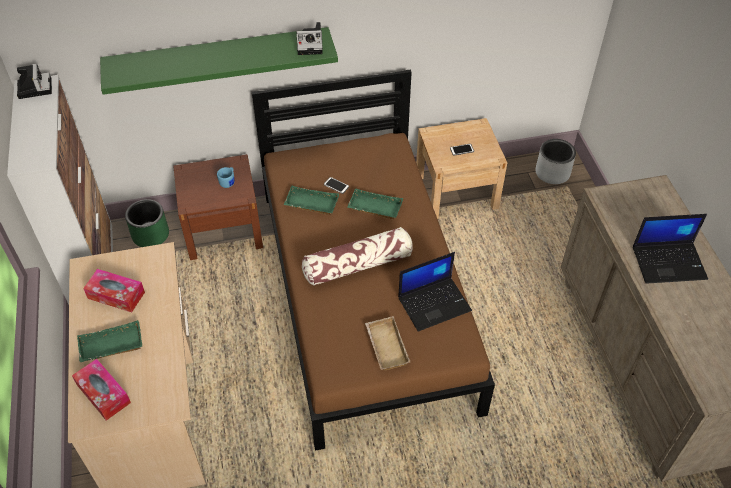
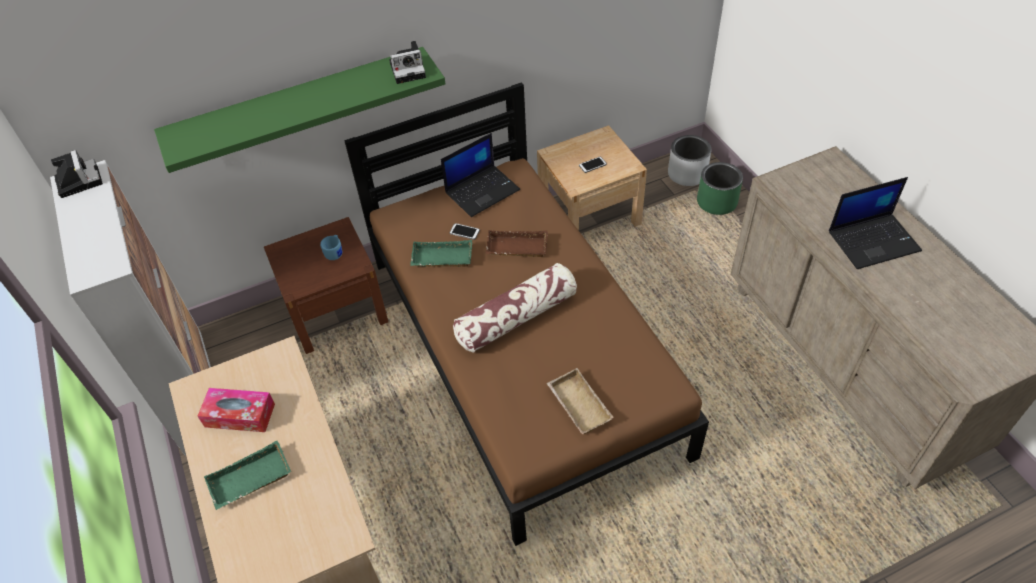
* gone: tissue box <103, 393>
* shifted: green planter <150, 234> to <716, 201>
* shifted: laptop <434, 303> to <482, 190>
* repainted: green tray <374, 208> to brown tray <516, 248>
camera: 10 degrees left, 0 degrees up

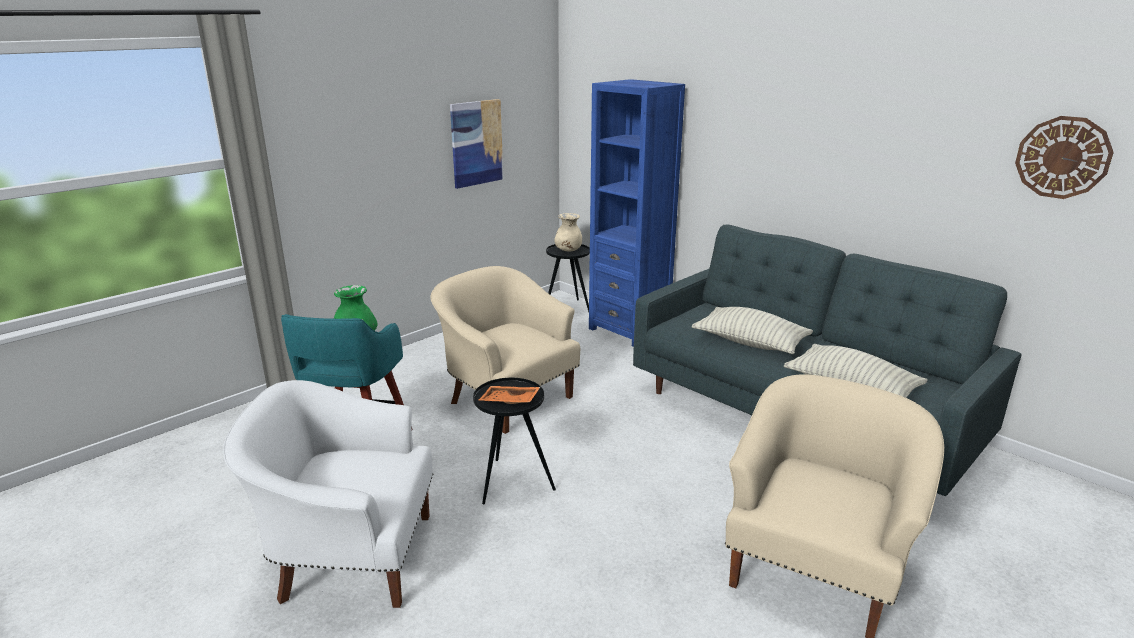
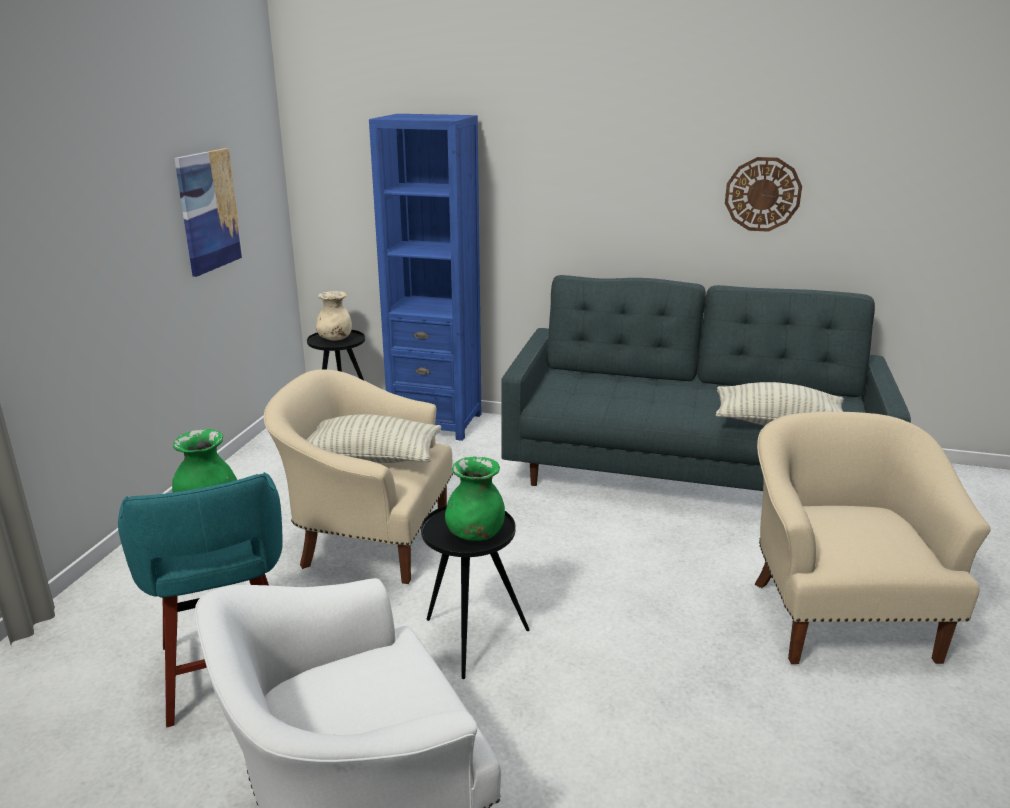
* shifted: pillow <750, 343> to <371, 458>
* shifted: wall clock <1062, 157> to <762, 194>
* swapped: orange tray <509, 401> to green vase <475, 535>
camera: 30 degrees left, 0 degrees up

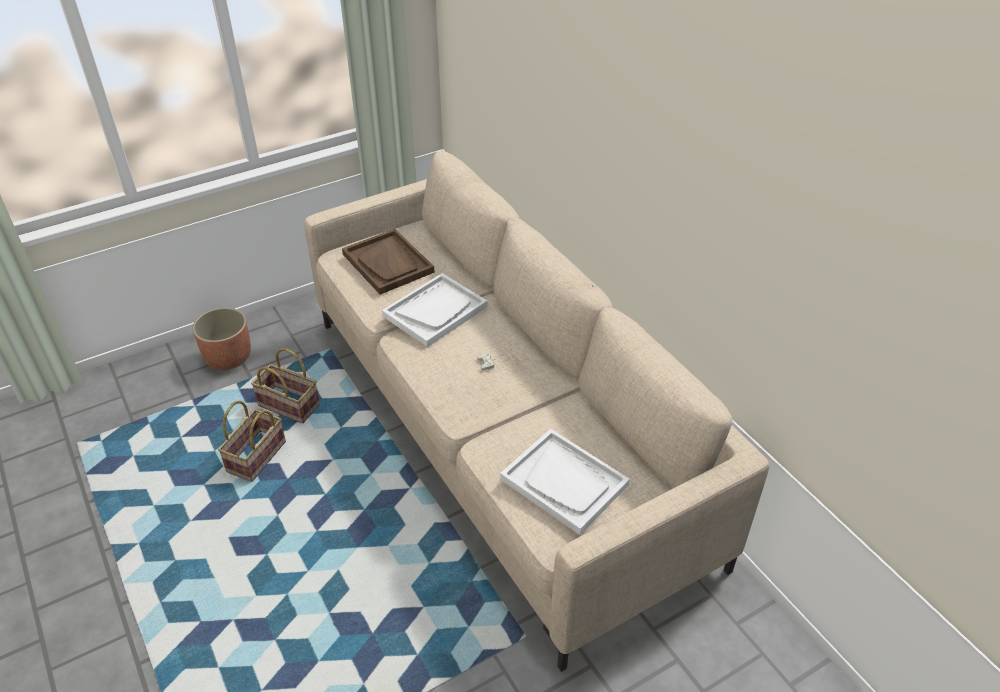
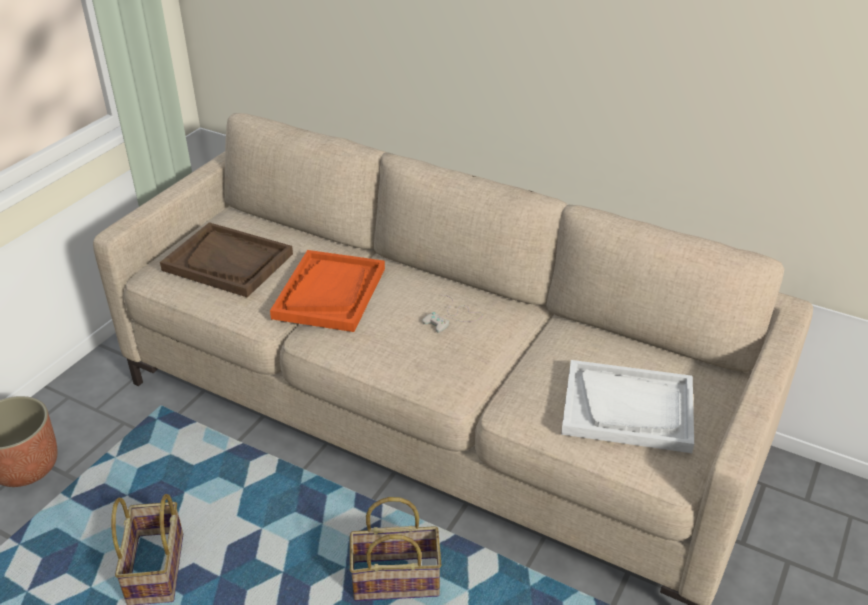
* shifted: basket <291, 405> to <398, 578>
* repainted: white tray <435, 311> to orange tray <329, 293>
camera: 30 degrees left, 5 degrees down

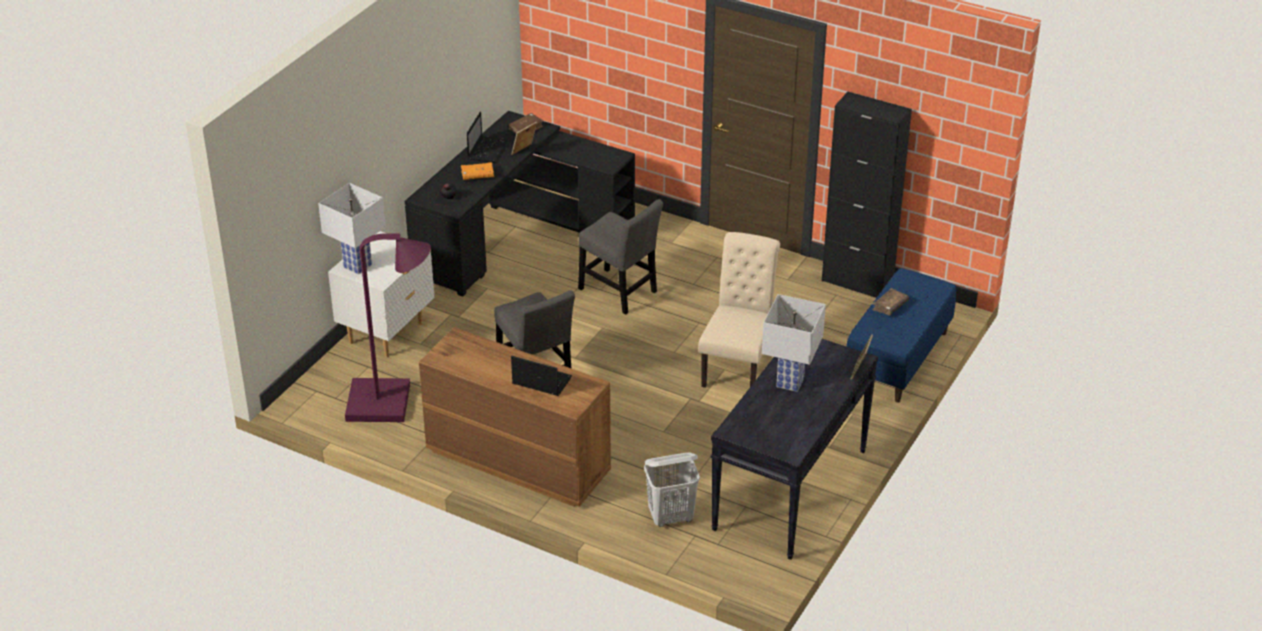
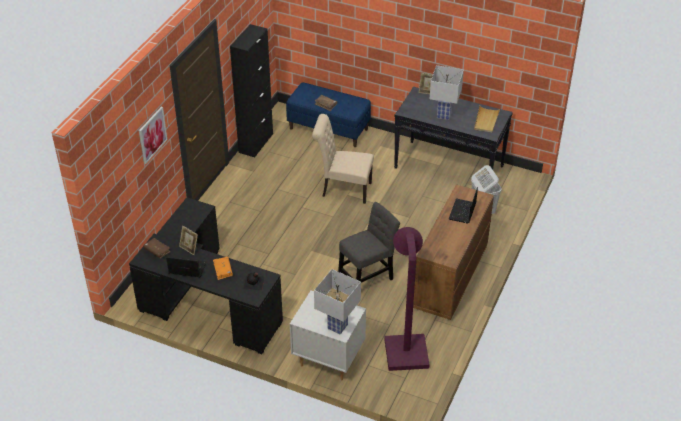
* gone: grey chair <620, 292>
* new: picture <152, 134>
* new: beige tray <486, 120>
camera: 95 degrees left, 5 degrees up

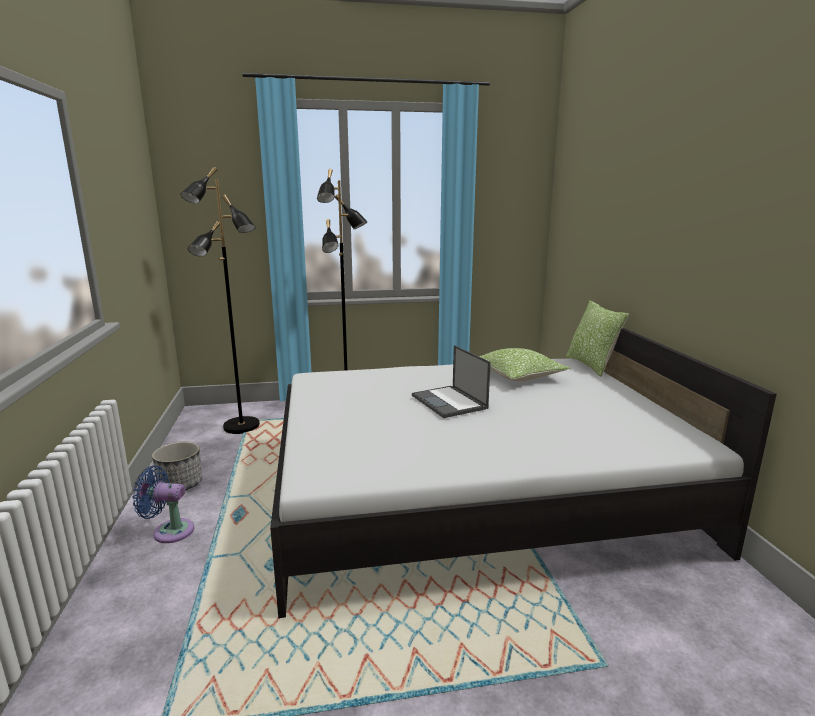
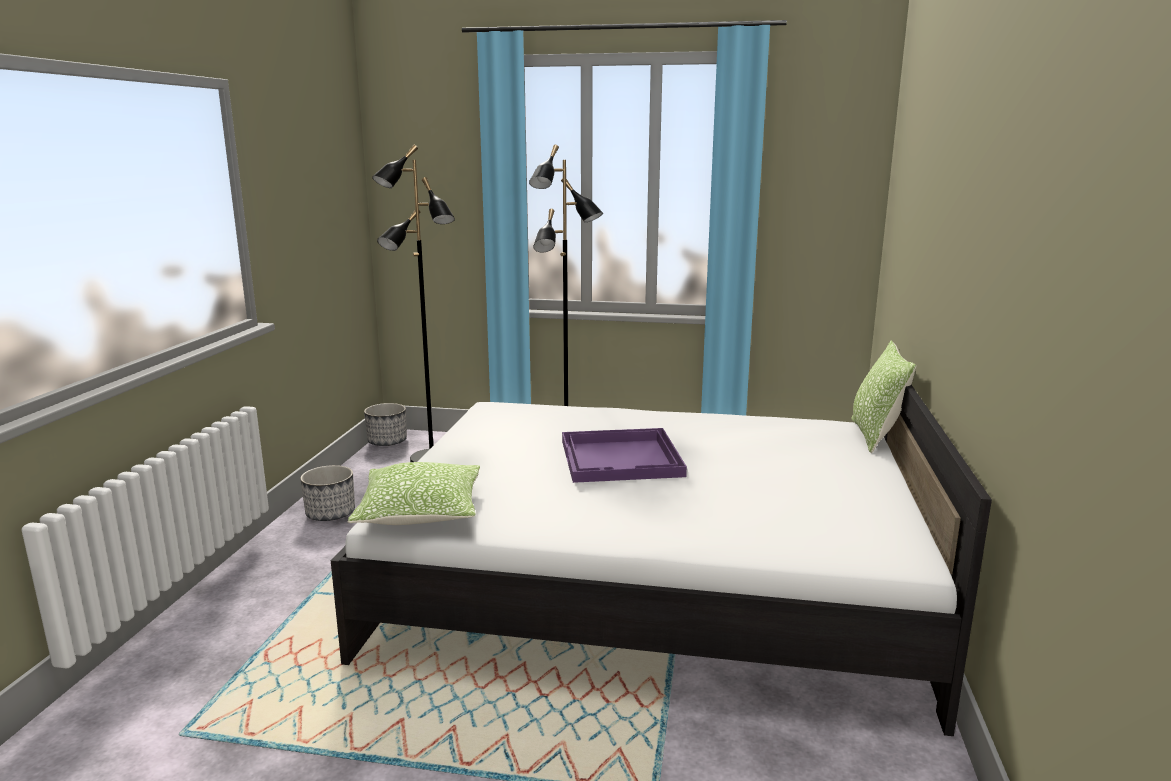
* gone: blue fan <169, 531>
* new: planter <387, 441>
* shifted: pillow <518, 375> to <420, 512>
* swapped: laptop <450, 402> to purple tray <622, 458>
camera: 20 degrees right, 0 degrees up

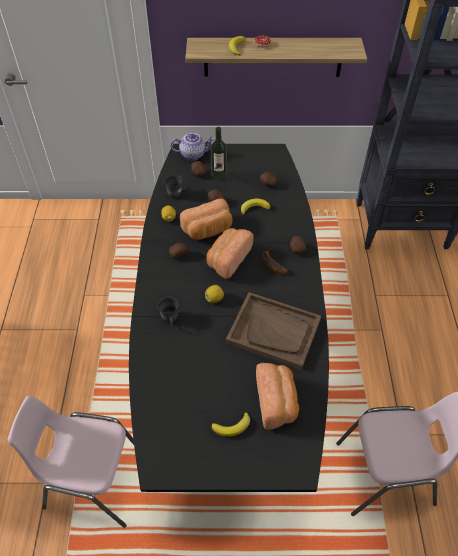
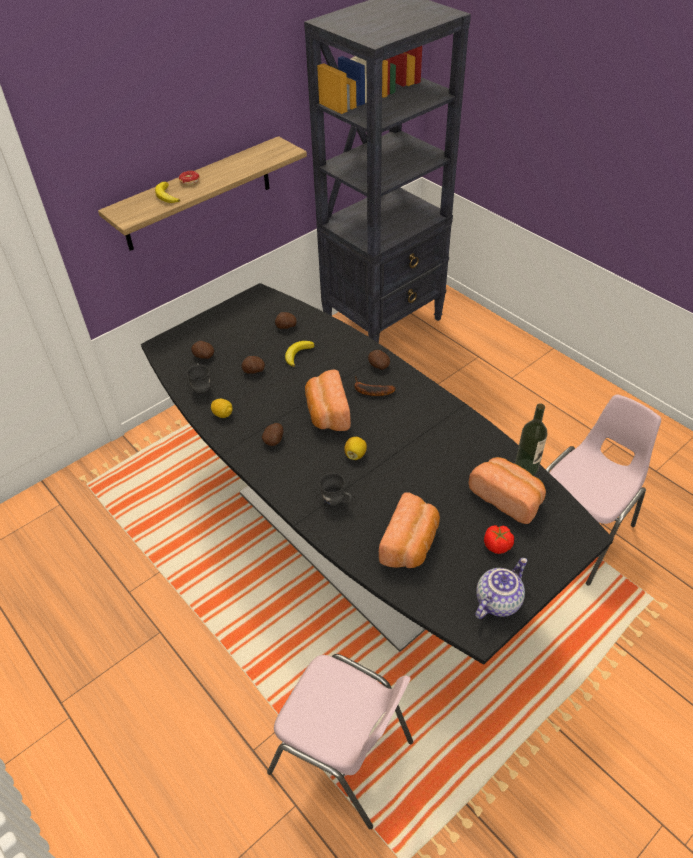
* gone: brown tray <274, 331>
* shifted: teapot <193, 154> to <497, 600>
* shifted: bread <208, 230> to <411, 544>
* shifted: bottle <219, 175> to <526, 467>
* swapped: banana <232, 427> to tomato <497, 545>
* rotated: pink chair <94, 480> = <343, 757> 120 degrees counterclockwise
camera: 40 degrees left, 5 degrees down

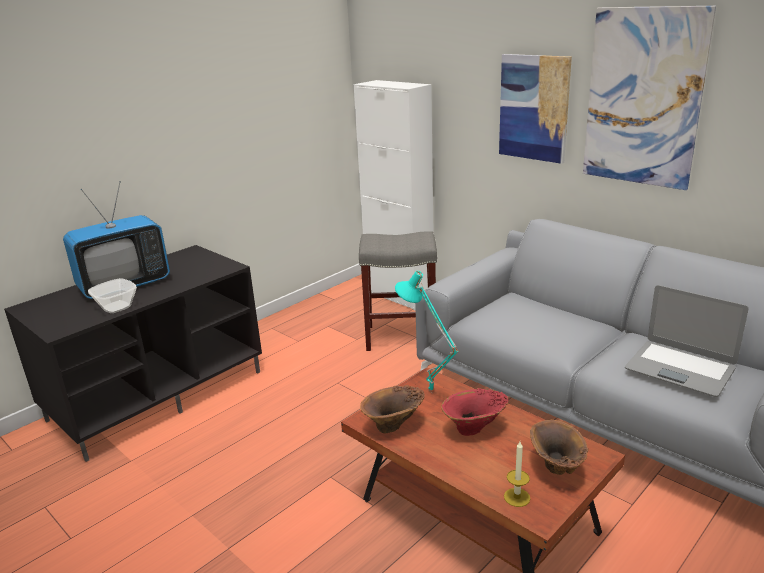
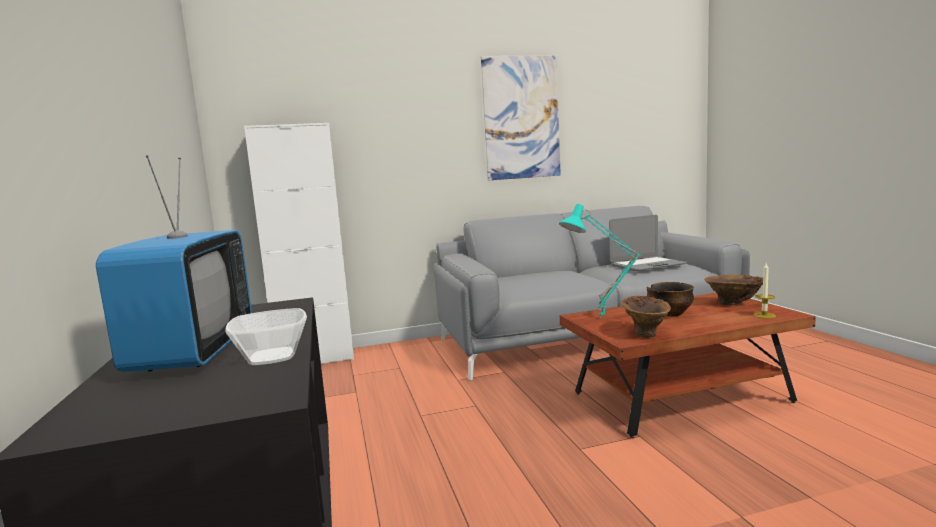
* gone: grey stool <402, 336>
* gone: picture <534, 108>
* swapped: red vase <475, 430> to bowl <670, 314>
camera: 60 degrees left, 15 degrees down

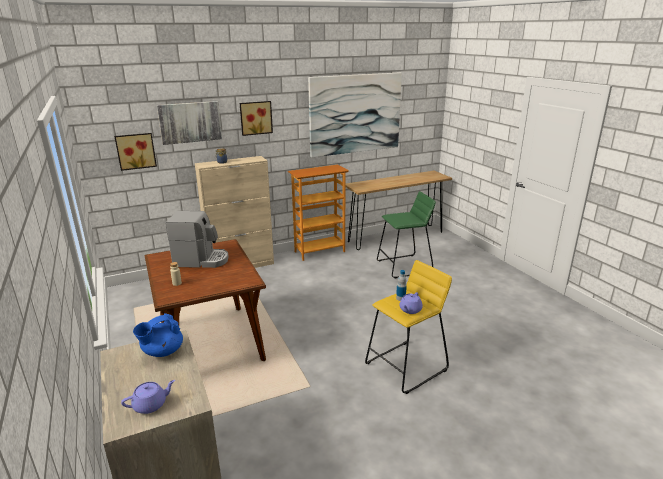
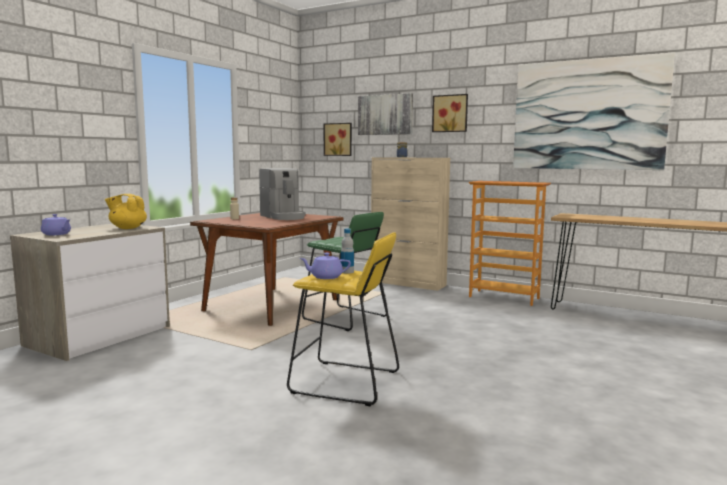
* shifted: green stool <404, 266> to <344, 318>
* repainted: blue teapot <162, 352> to yellow teapot <127, 228>
camera: 55 degrees right, 15 degrees down

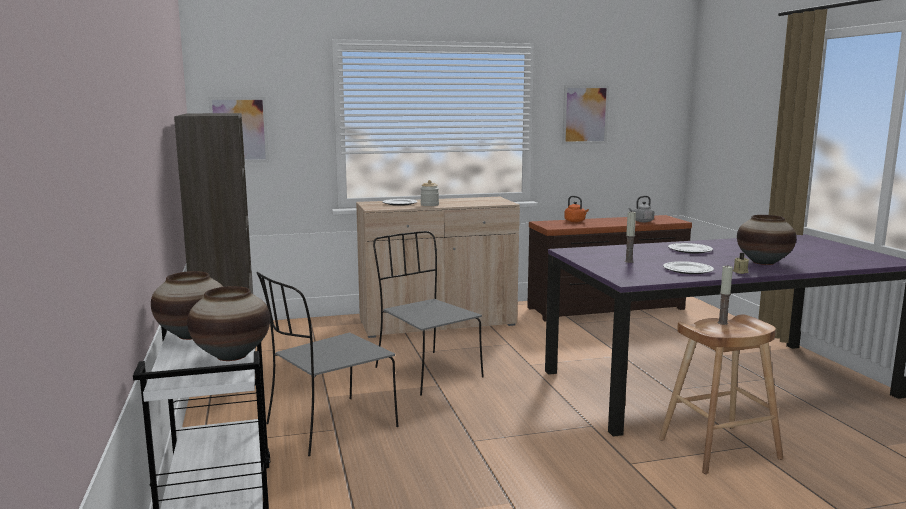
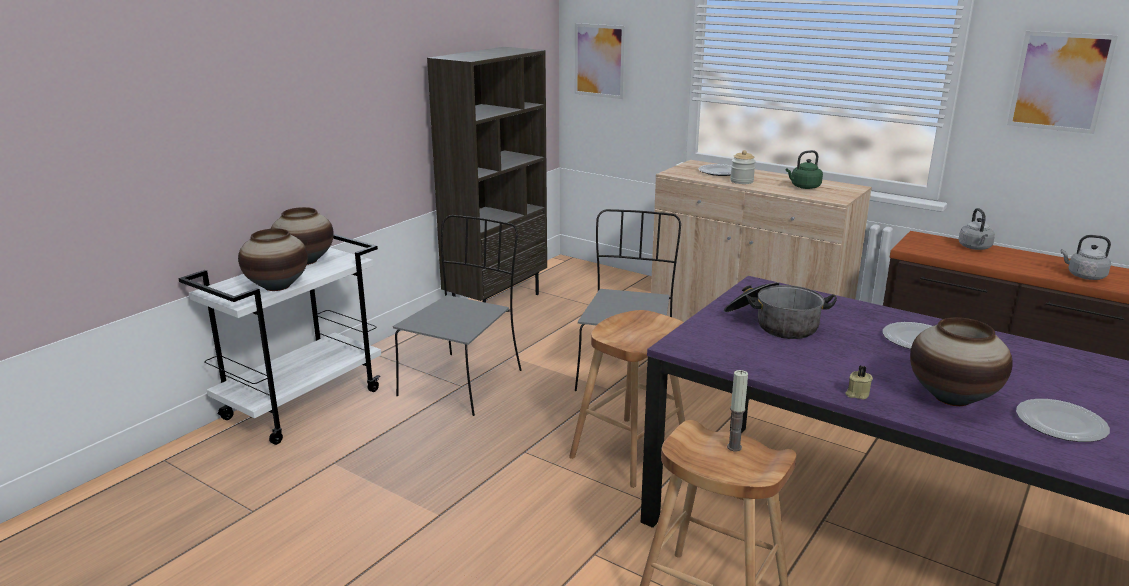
* new: brown stool <629, 451>
* new: green kettle <804, 187>
* shifted: plate <687, 270> to <1060, 423>
* swapped: candle <629, 261> to cooking pot <773, 324>
* repainted: orange kettle <575, 221> to grey kettle <975, 248>
* rotated: grey chair <329, 427> = <462, 382> 105 degrees clockwise
camera: 50 degrees right, 10 degrees up

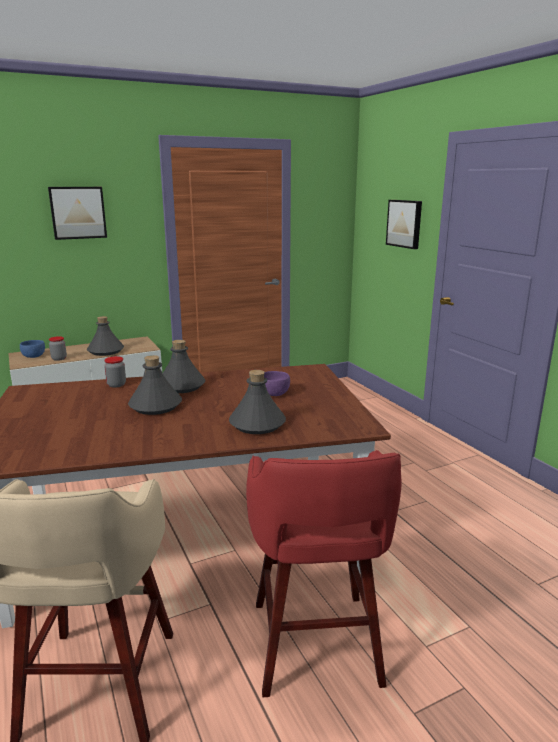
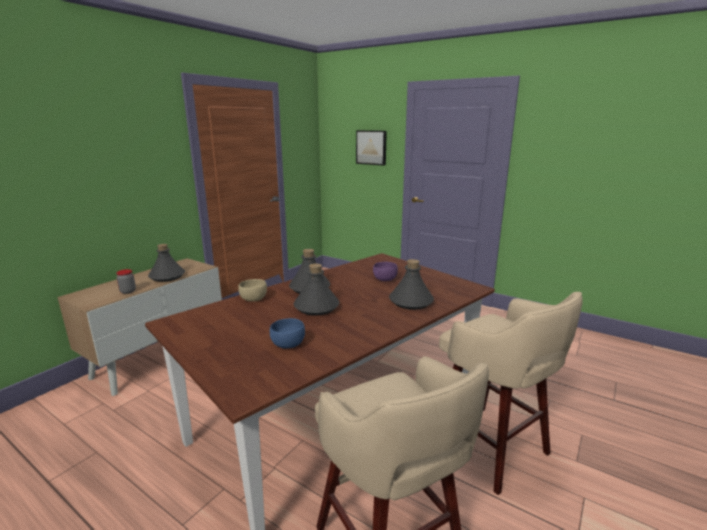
* gone: picture <78, 212>
* shifted: blue bowl <33, 356> to <287, 344>
* swapped: jar <116, 385> to beige bowl <253, 299>
* repainted: red stool <315, 646> to beige stool <491, 448>
camera: 30 degrees left, 0 degrees up

